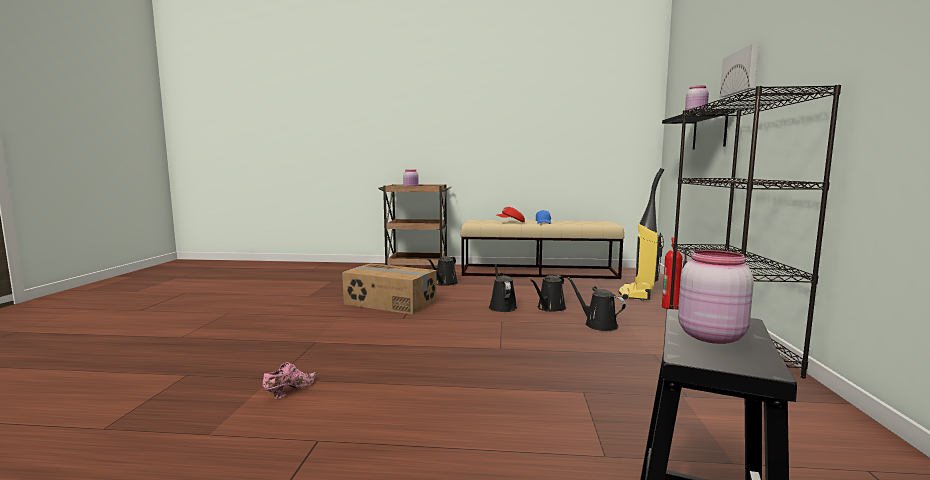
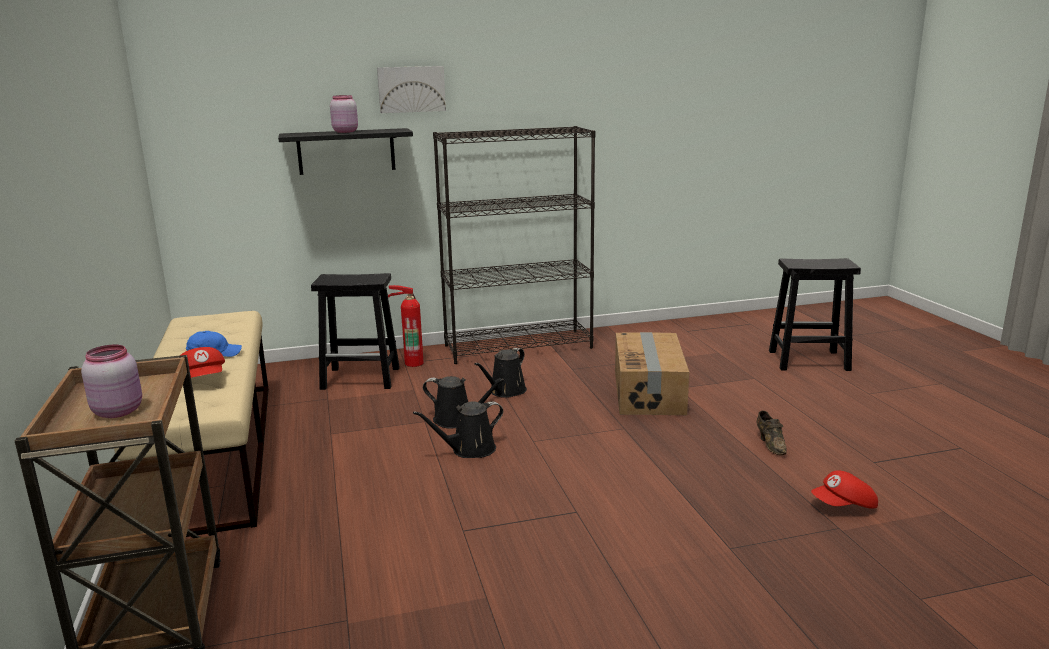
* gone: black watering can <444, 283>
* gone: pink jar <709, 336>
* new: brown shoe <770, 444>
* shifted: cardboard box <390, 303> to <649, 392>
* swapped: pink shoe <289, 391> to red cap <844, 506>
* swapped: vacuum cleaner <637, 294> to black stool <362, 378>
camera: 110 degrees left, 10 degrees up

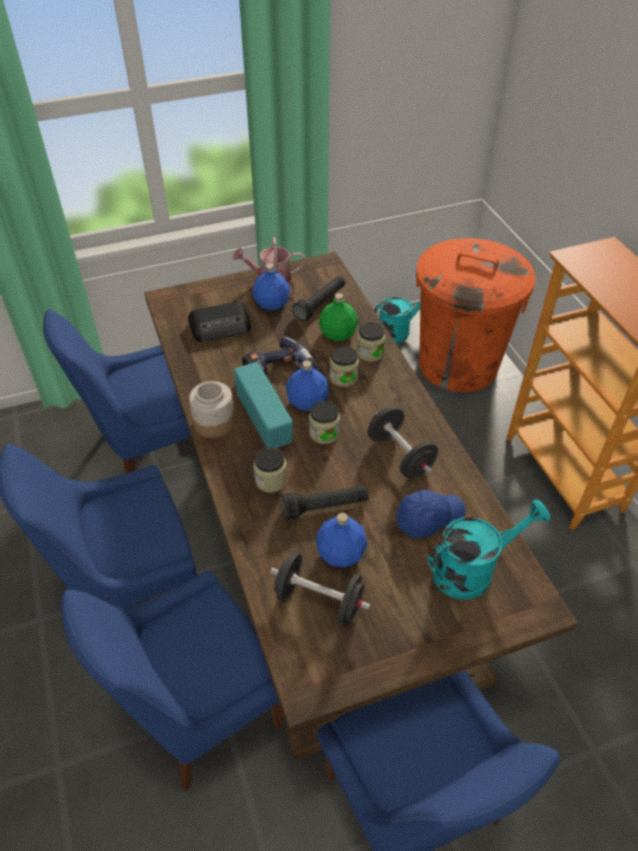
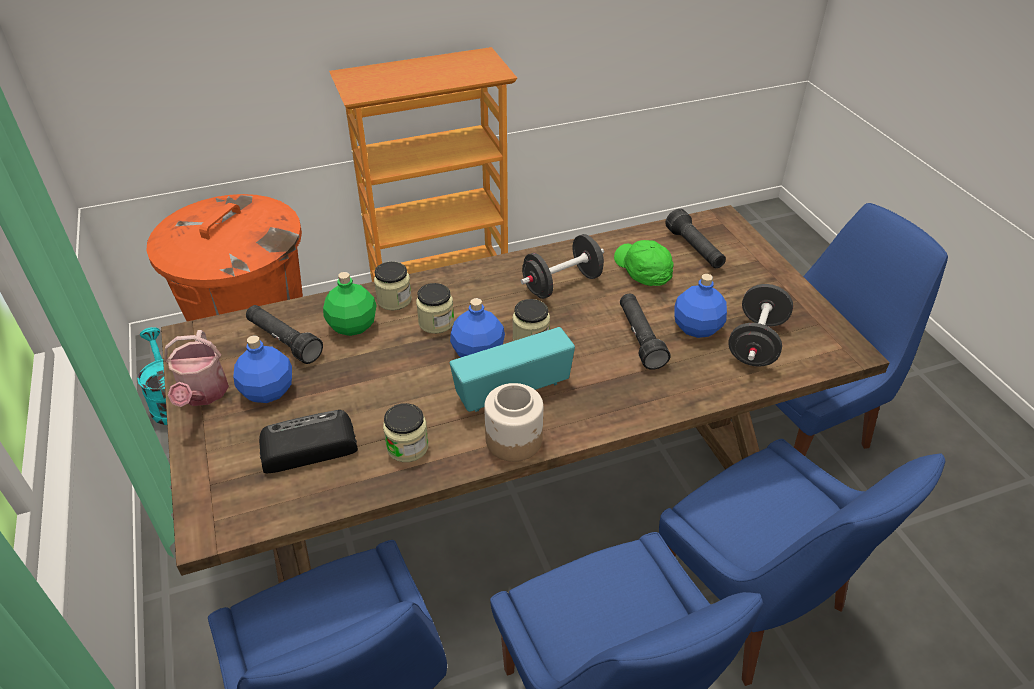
* gone: power drill <280, 371>
* shifted: jar <271, 480> to <407, 447>
* swapped: turquoise watering can <473, 569> to black flashlight <694, 249>
* repainted: blue cap <428, 518> to green cap <642, 270>
* rotated: radio <221, 326> = <307, 446> 90 degrees counterclockwise
camera: 90 degrees left, 5 degrees down

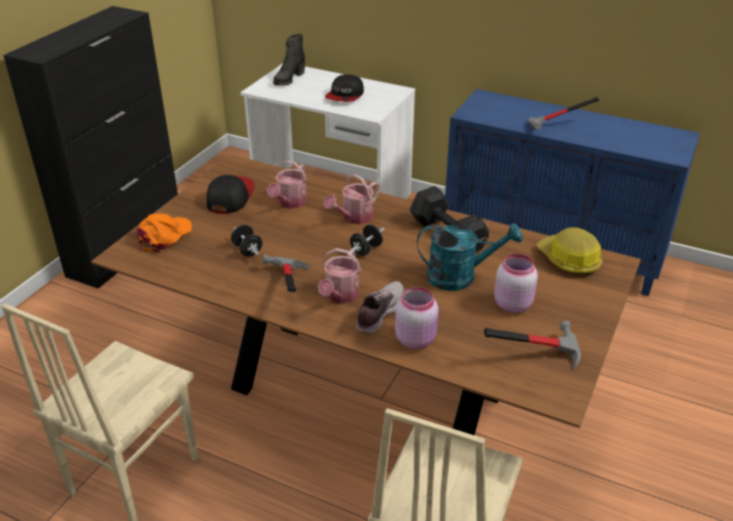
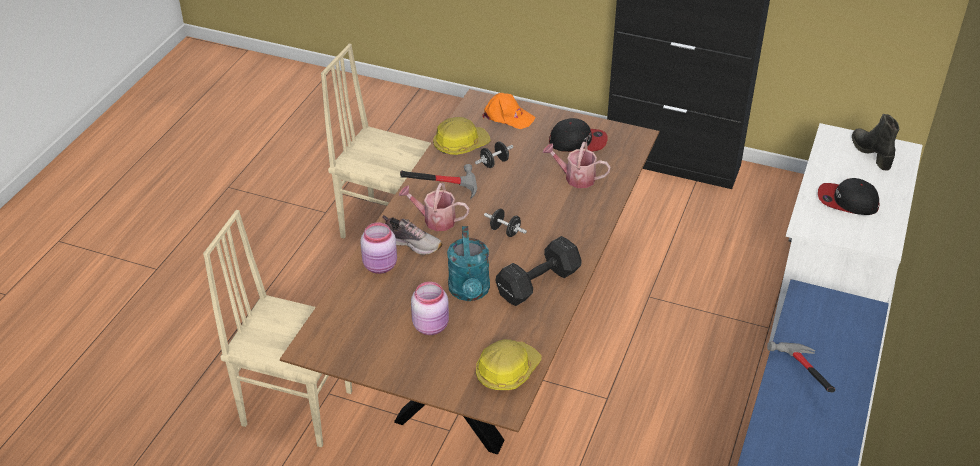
* gone: watering can <354, 217>
* gone: hammer <535, 353>
* new: hard hat <460, 144>
* rotated: black boot <289, 79> = <871, 153> 45 degrees clockwise
camera: 85 degrees right, 5 degrees up

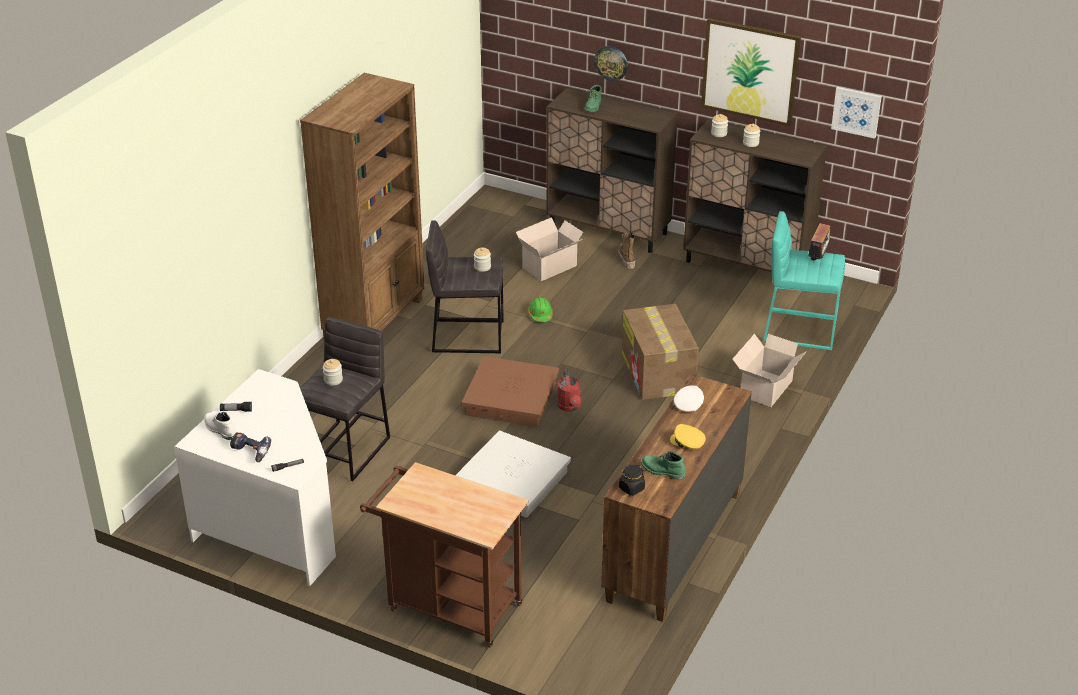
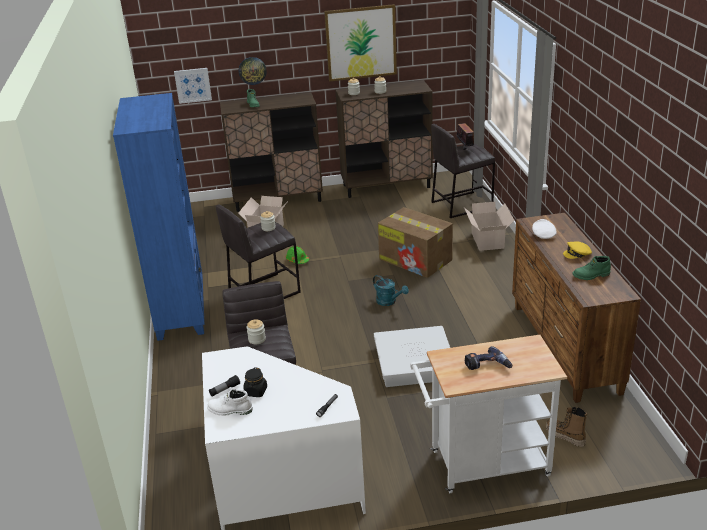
* gone: brown storage box <510, 398>
* shifted: power drill <250, 452> to <487, 366>
* shifted: boot <626, 259> to <565, 436>
* shifted: black jar <631, 488> to <256, 391>
* shifted: picture <856, 112> to <193, 85>
* repainted: brown bookcase <375, 319> to blue bookcase <181, 311>
* repainted: brown cart <448, 605> to white cart <482, 465>
* repainted: red watering can <570, 407> to turquoise watering can <389, 302>
* repainted: turquoise stool <799, 329> to grey stool <461, 204>
camera: 35 degrees left, 5 degrees down

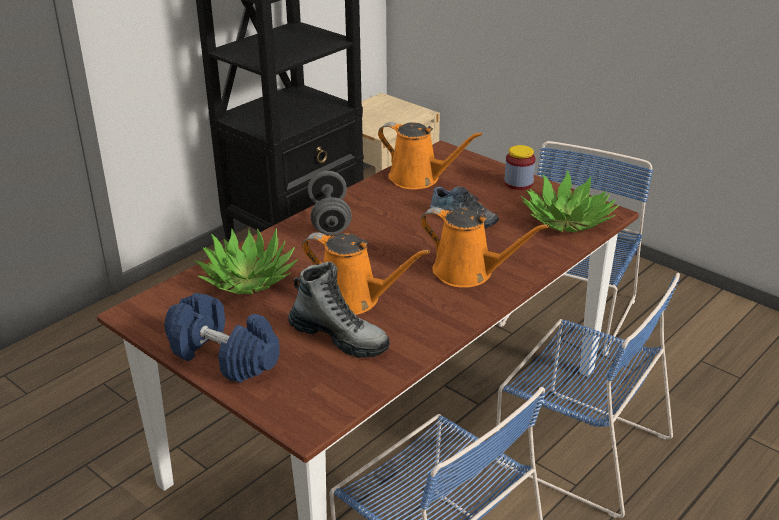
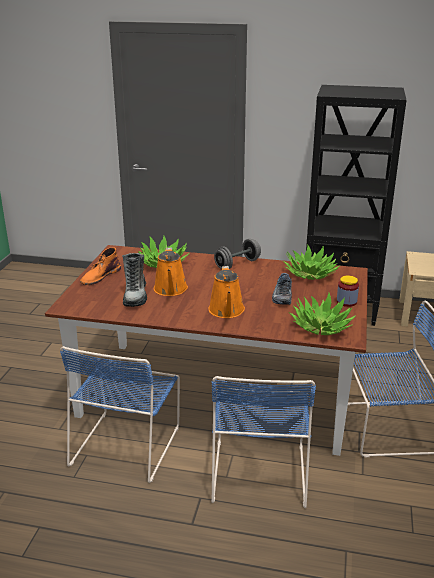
* swapped: blue dumbbell <224, 356> to orange boot <100, 276>
* swapped: orange watering can <419, 179> to potted plant <310, 274>
camera: 60 degrees right, 5 degrees down

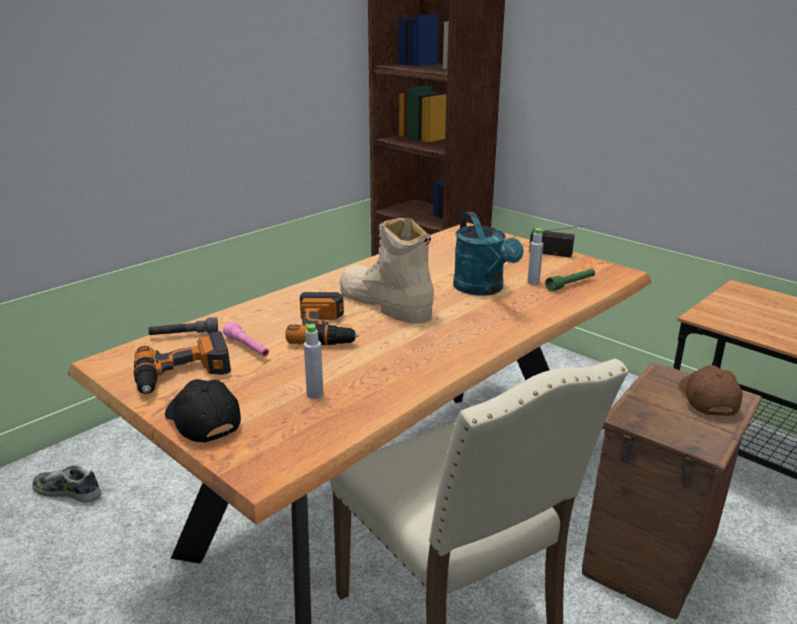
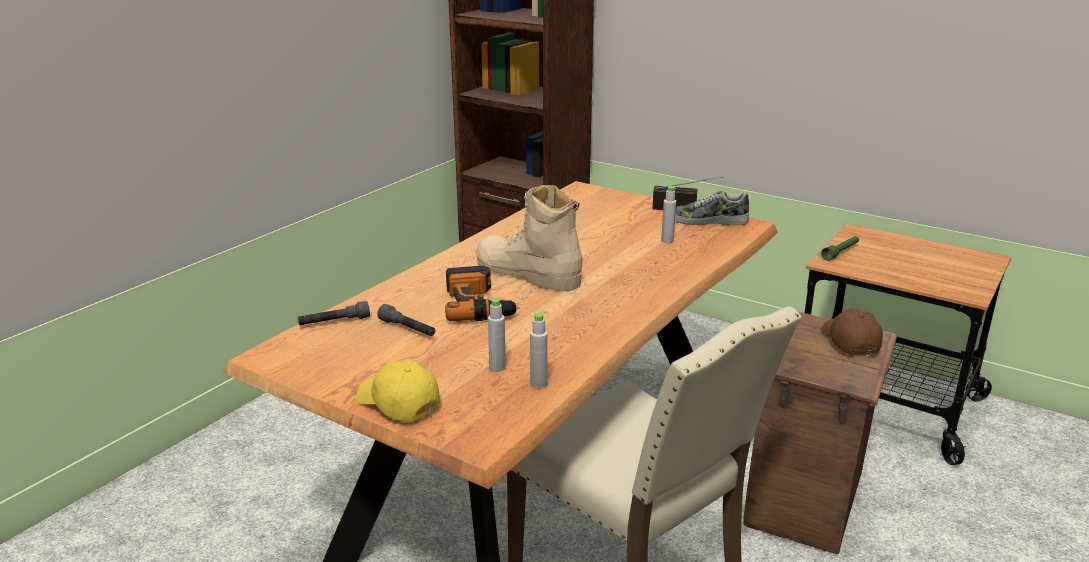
* gone: power drill <183, 374>
* gone: turquoise watering can <483, 289>
* new: grey bottle <538, 384>
* shifted: shoe <68, 491> to <709, 221>
* shifted: green flashlight <571, 284> to <840, 252>
* repainted: black cap <201, 421> to yellow cap <397, 403>
* repainted: pink flashlight <247, 348> to grey flashlight <408, 329>
camera: 10 degrees left, 0 degrees up

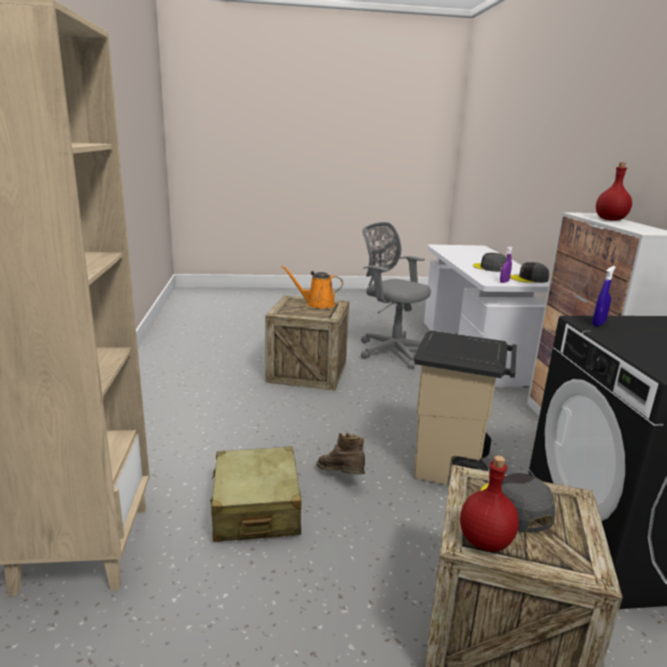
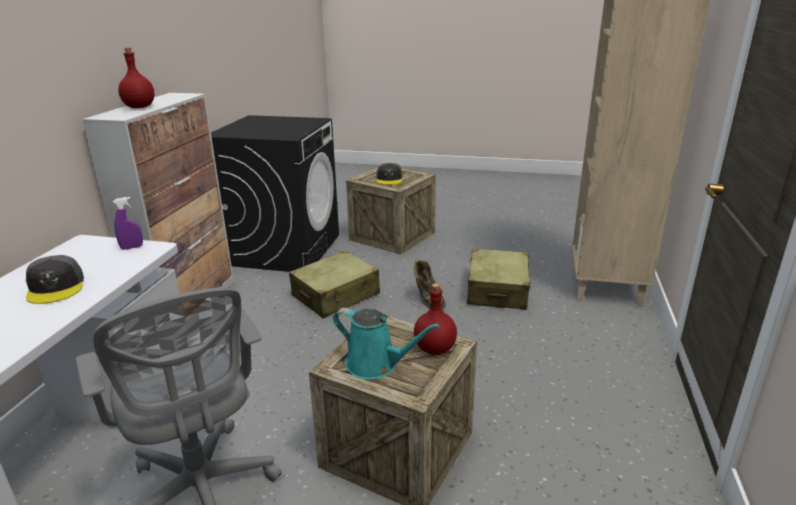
* gone: grey cap <529, 279>
* gone: blue spray bottle <598, 324>
* shifted: red bottle <486, 541> to <434, 349>
* swapped: beige trash can <451, 467> to beige suitcase <336, 295>
* repainted: orange watering can <317, 304> to turquoise watering can <376, 364>
camera: 160 degrees left, 5 degrees up

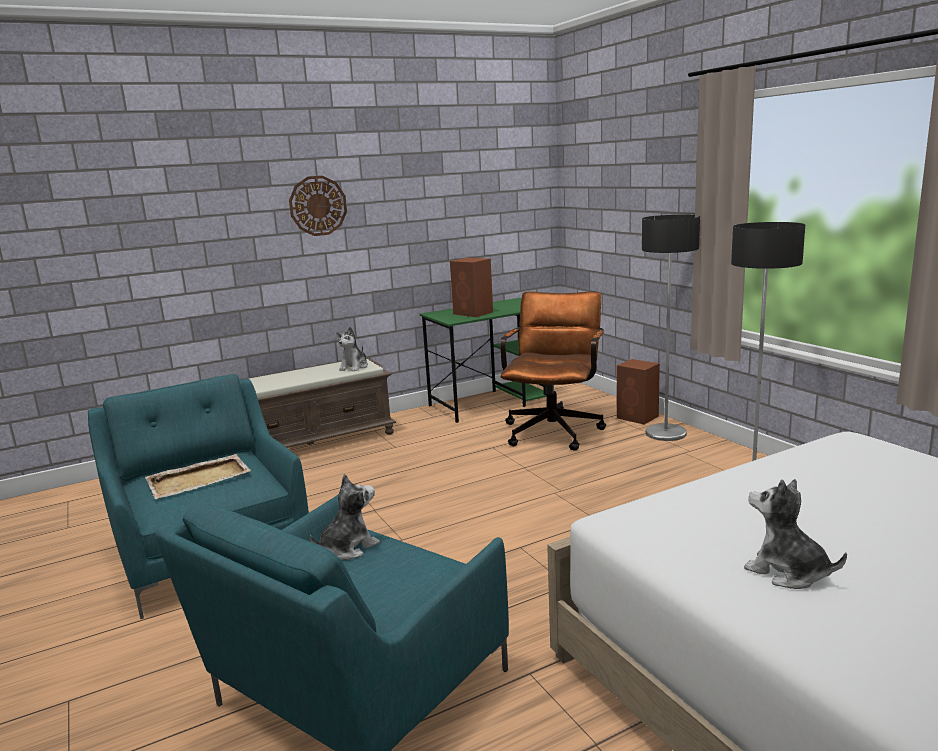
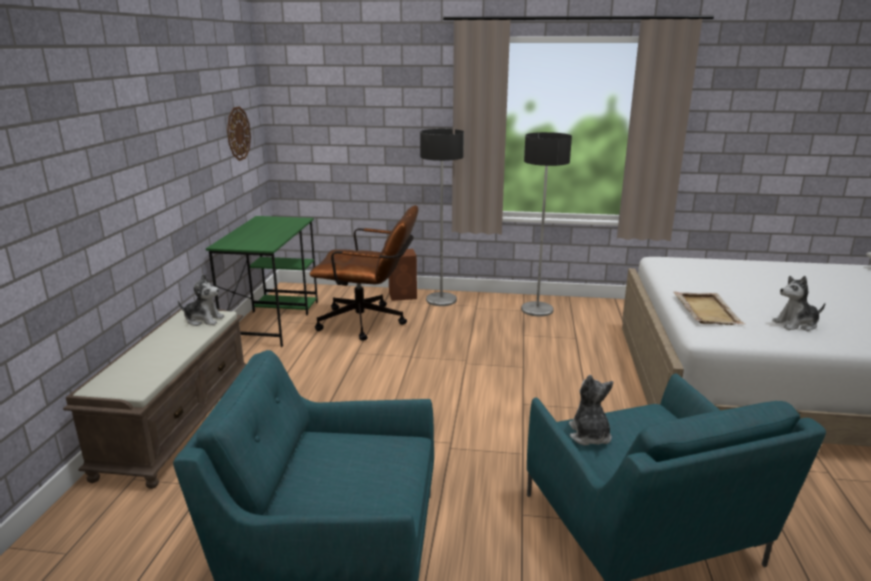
* gone: brown speaker <473, 313>
* shifted: beige tray <200, 479> to <706, 310>
* shifted: wall clock <318, 206> to <238, 133>
* rotated: plush toy <354, 367> = <203, 320> 45 degrees counterclockwise
* rotated: brown office chair <554, 429> = <369, 323> 135 degrees clockwise
camera: 55 degrees left, 5 degrees up

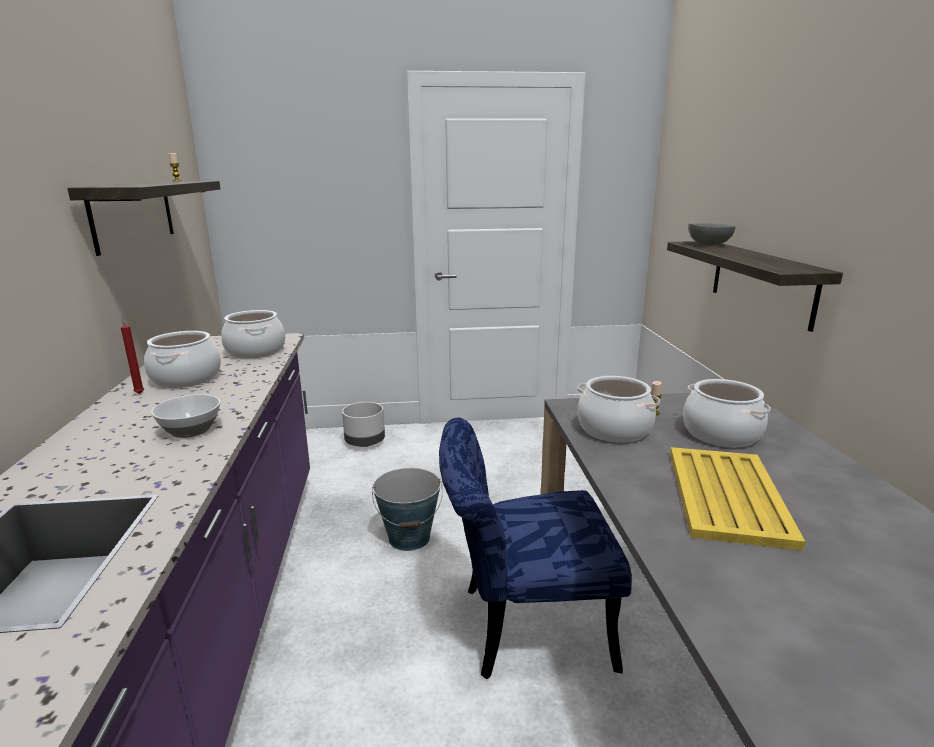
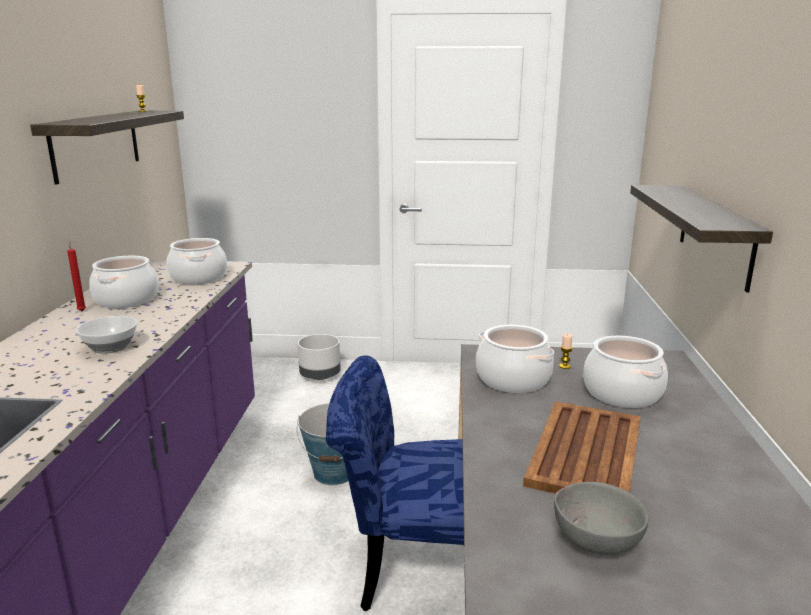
* shifted: grey bowl <707, 245> to <594, 540>
* repainted: yellow tray <727, 494> to brown tray <586, 451>
camera: 10 degrees right, 0 degrees up

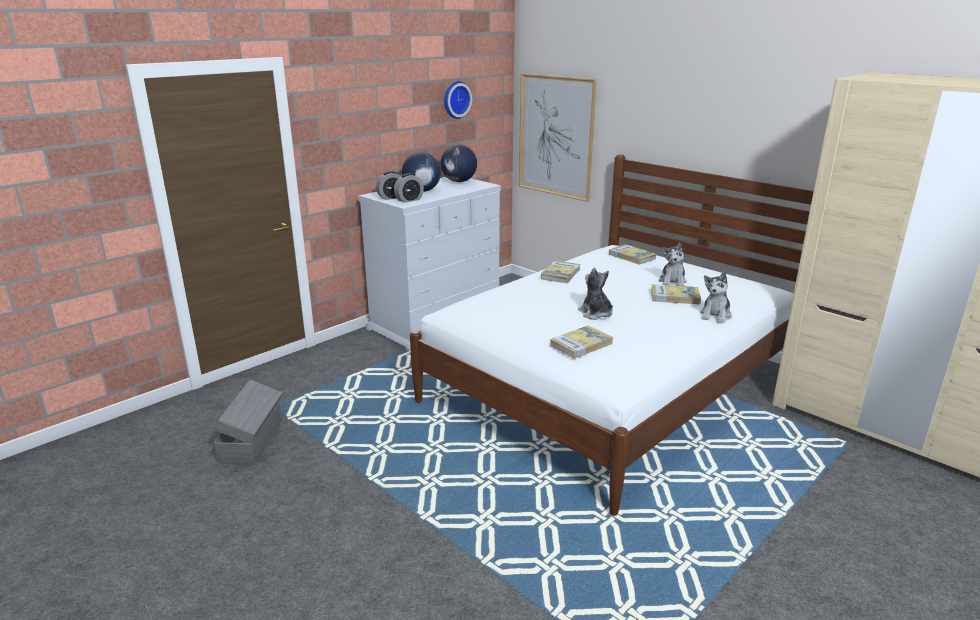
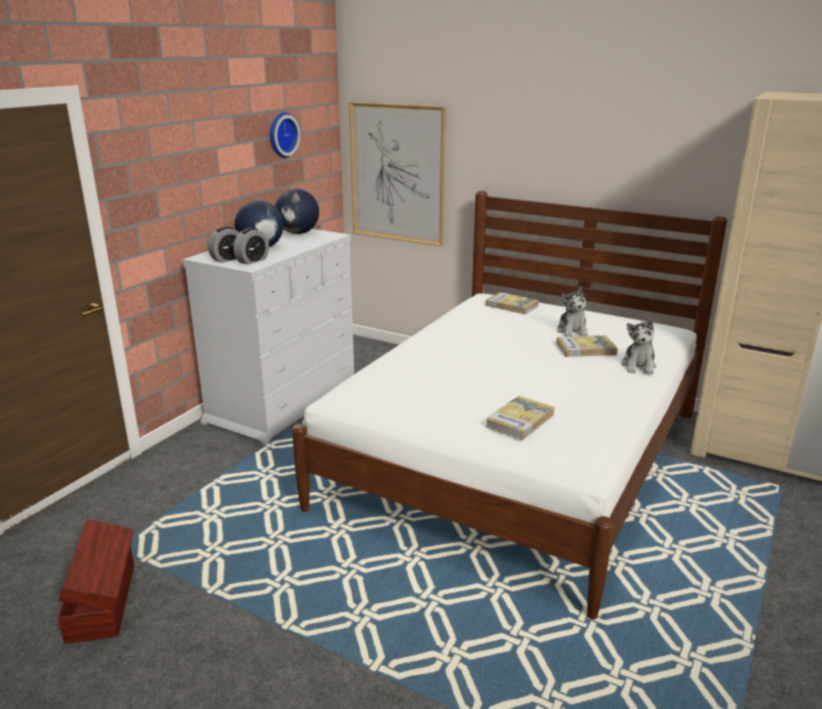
* gone: book <560, 274>
* gone: plush toy <596, 314>
* repainted: grey storage box <253, 440> to brown storage box <104, 601>
camera: 15 degrees left, 0 degrees up

